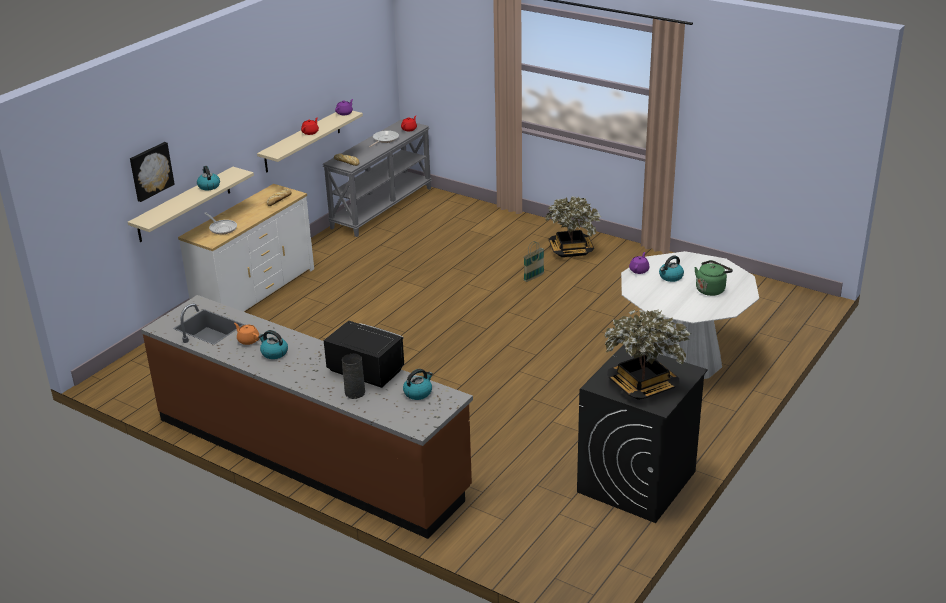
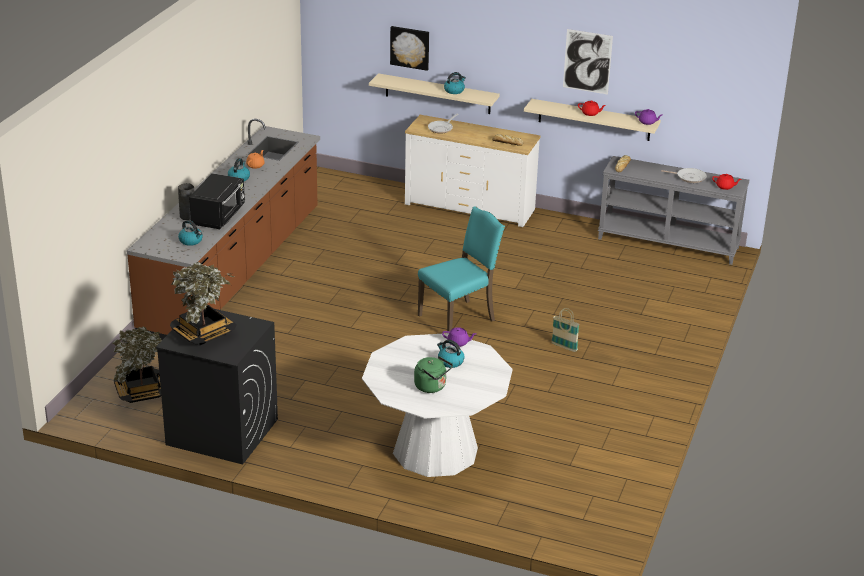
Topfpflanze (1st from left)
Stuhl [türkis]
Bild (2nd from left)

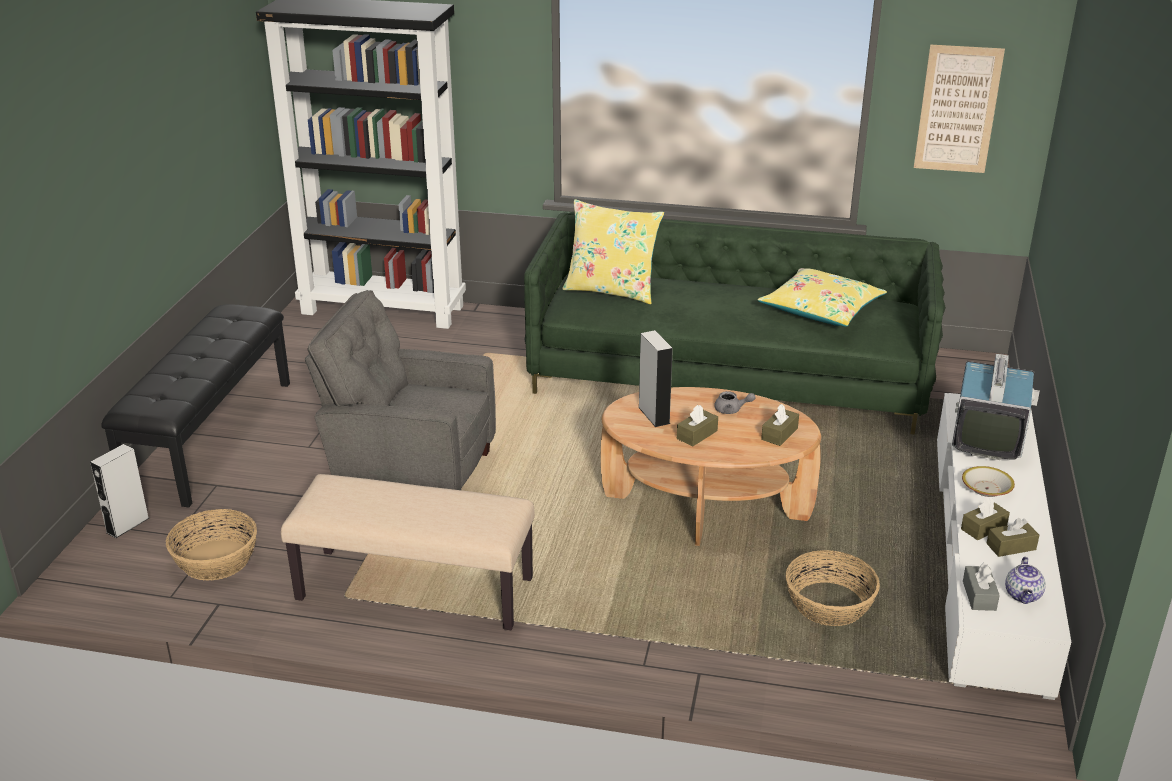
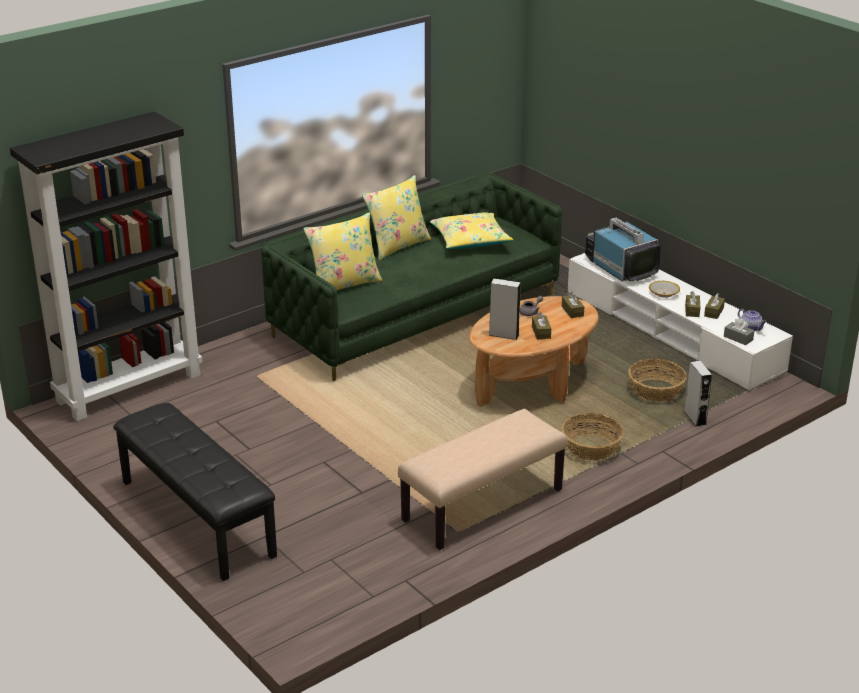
Kissen [gelb] (2nd from left)
Korb (1st from left)
Lautsprecher [grau] (2nd from left)
Sessel [grau]
Bild

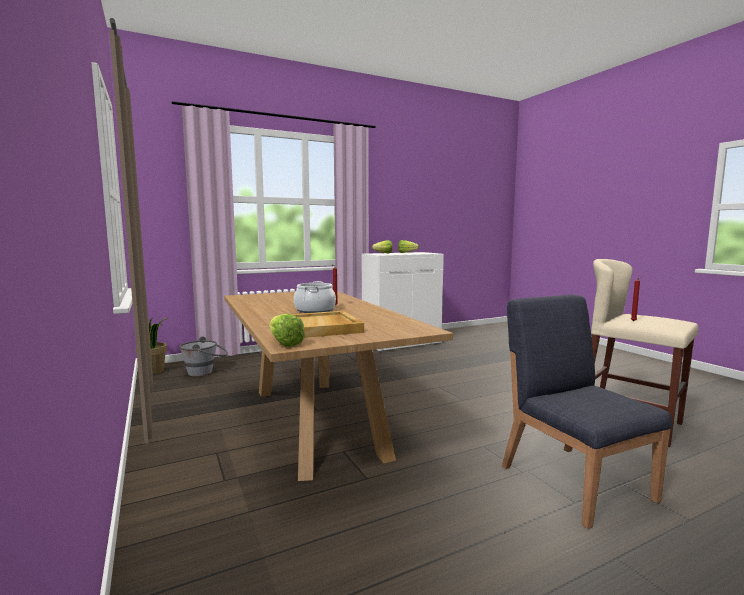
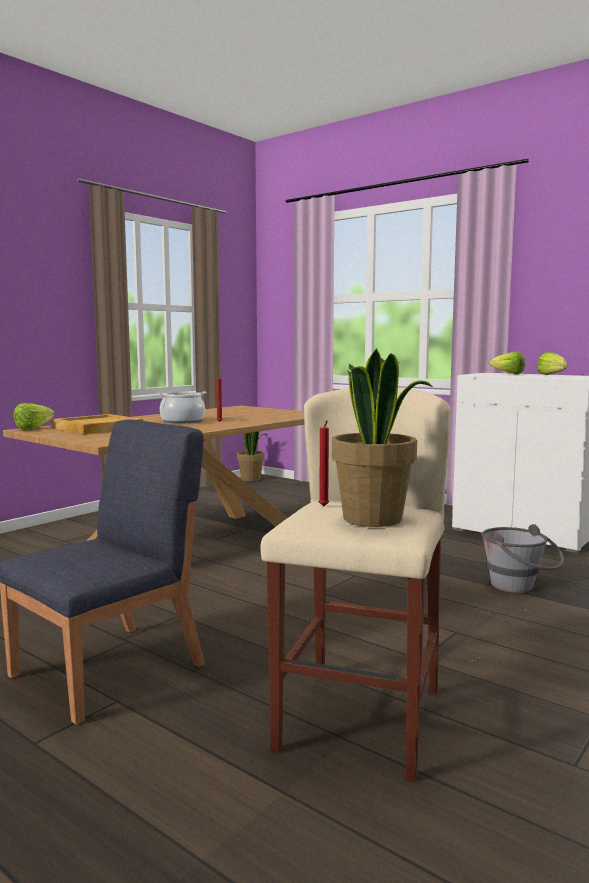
Topfpflanze (2nd from left)
Eimer [grau]

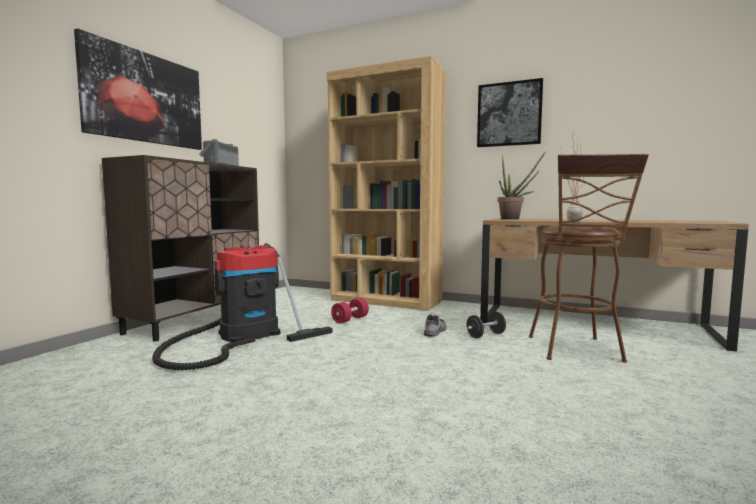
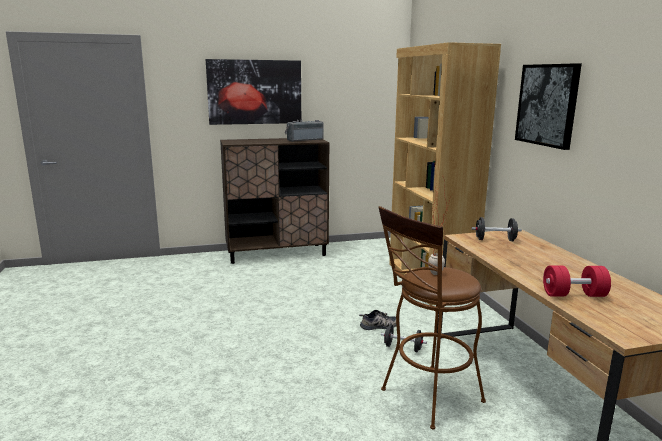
Hantel [schwarz] (2nd from left)
Hantel [rot]
Staubsauger

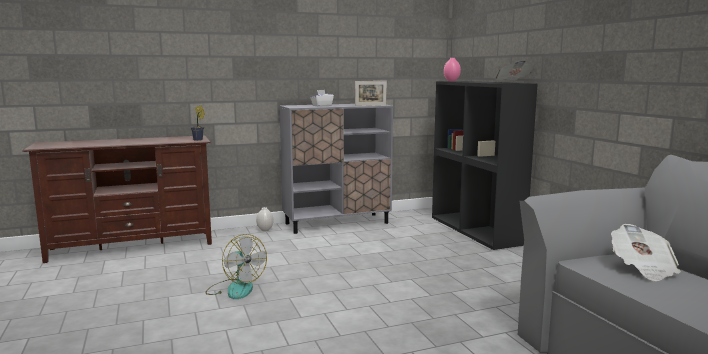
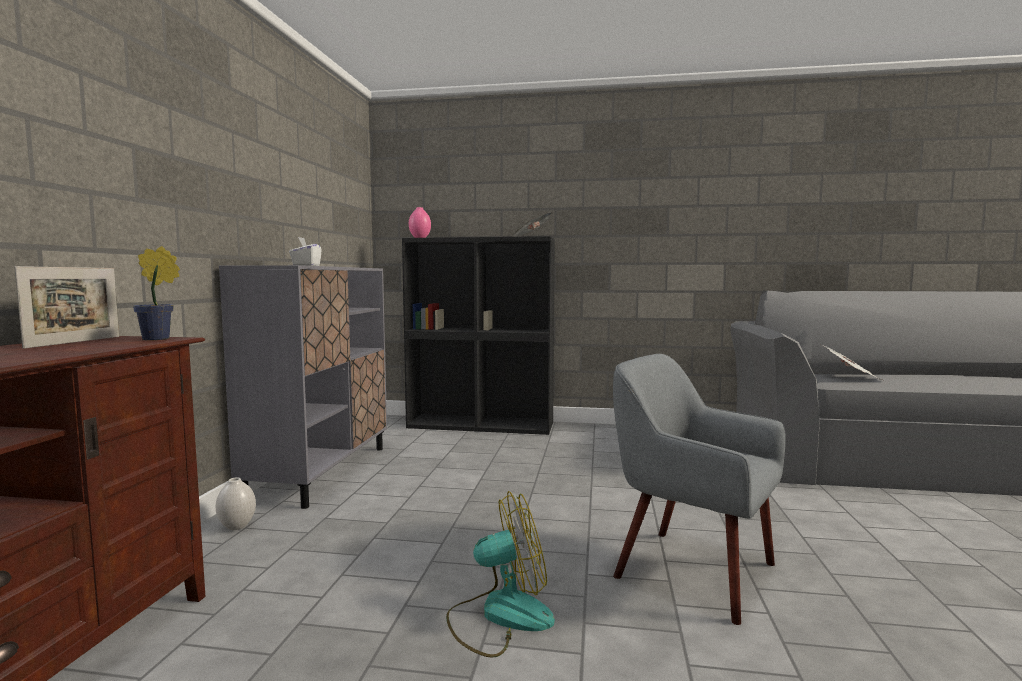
Bilderrahmen
Sessel [grau]

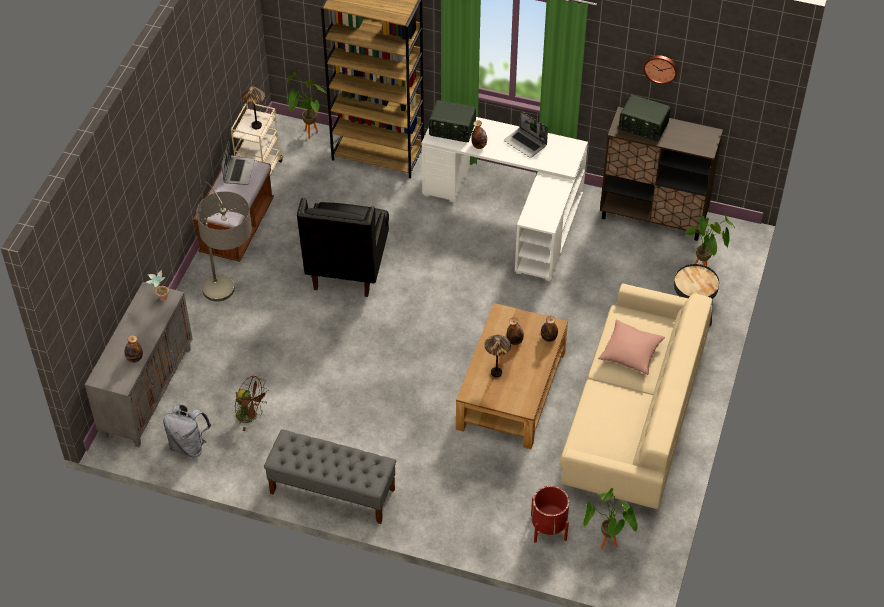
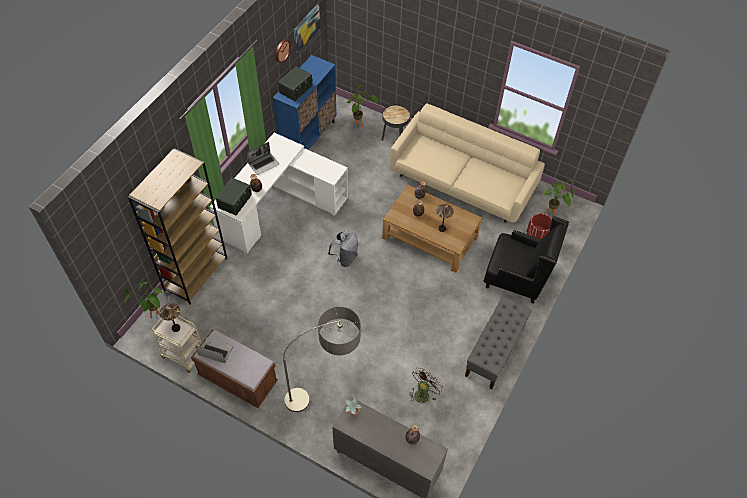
Schrank [blau]
Bild
Rucksack [grau]
Sessel [schwarz]
Kissen [rosa]

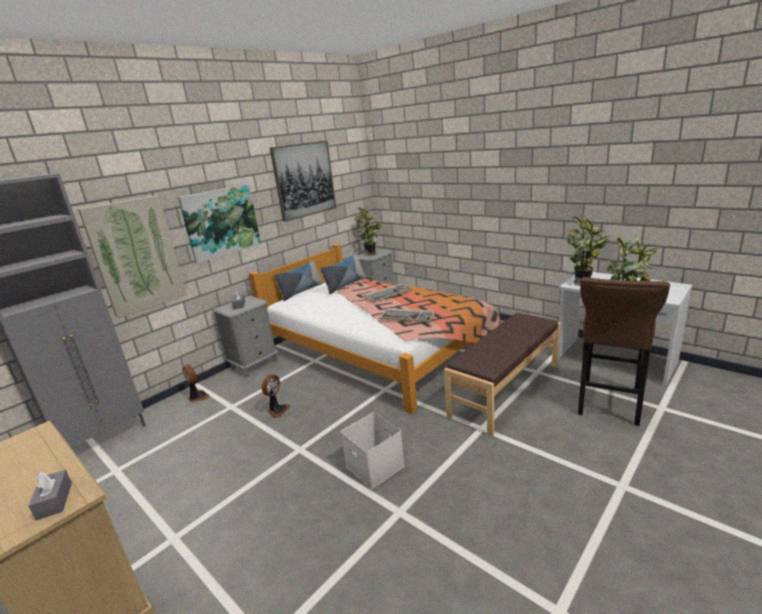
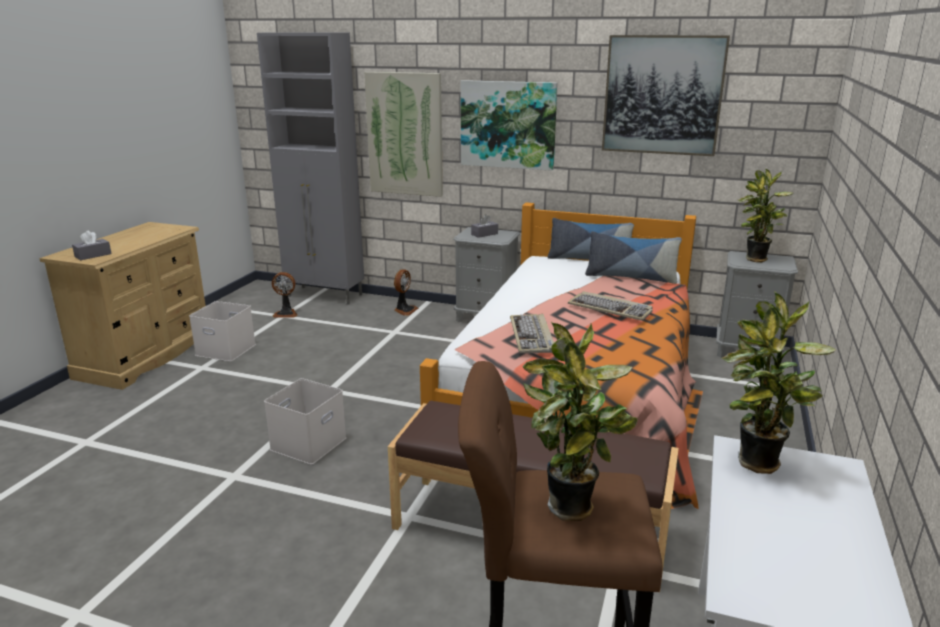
Aufbewahrungsbox [weiß] (1st from left)
Ventilator (1st from left)

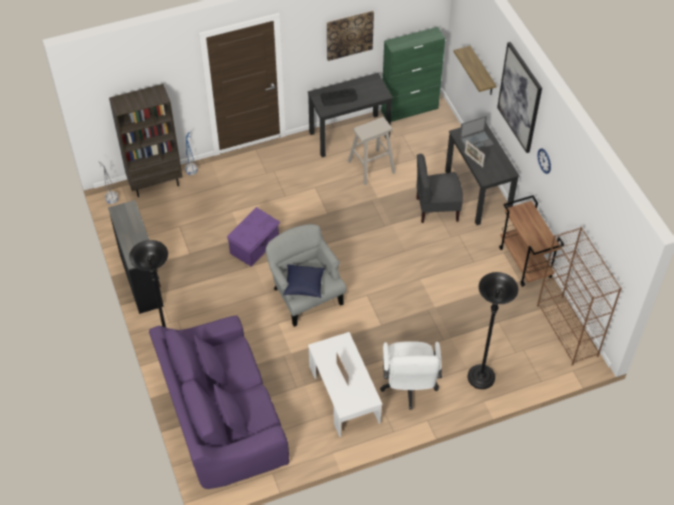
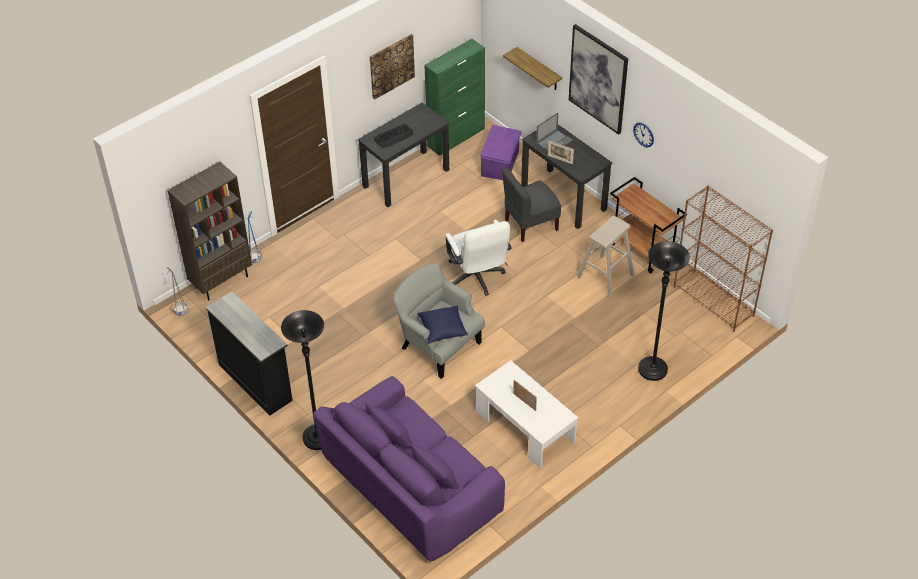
Bürostuhl [weiß]
Aufbewahrungsbox [lila]
Hocker [beige]

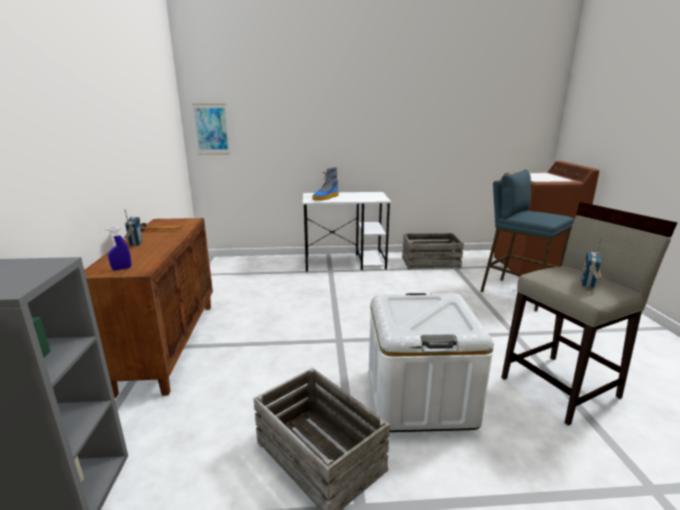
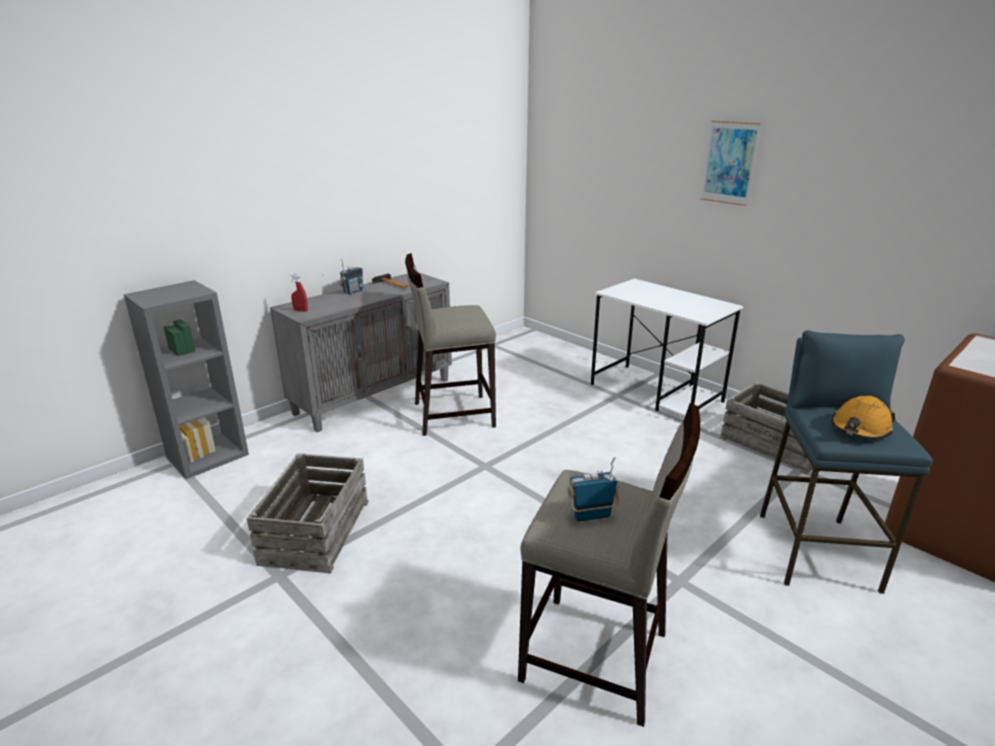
Schrank [grau]
Sprühflasche [rot]
Hocker [beige] (1st from left)
Bild
Schutzhelm [orange]
Stiefel
Aufbewahrungsbox [weiß]

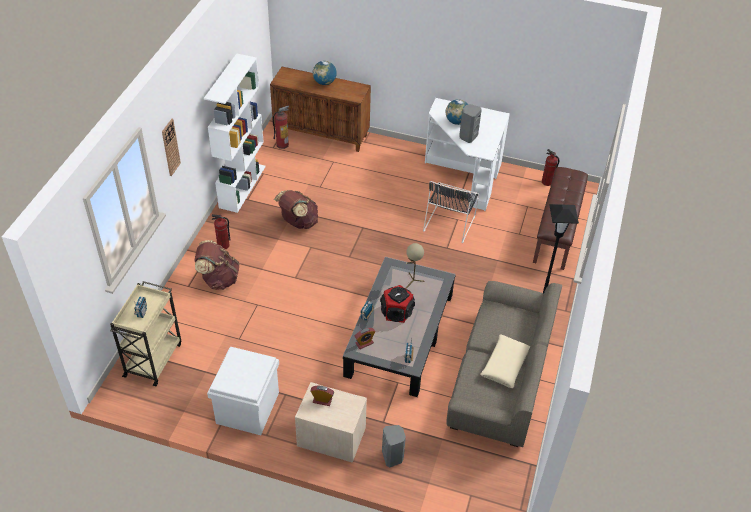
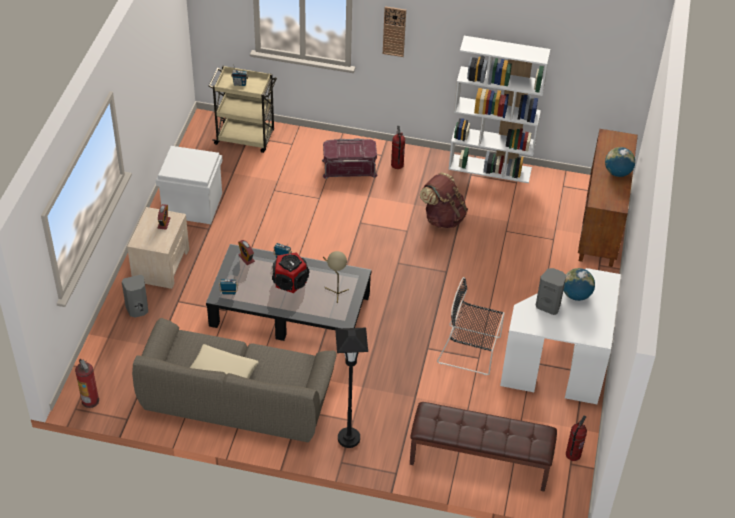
Feuerlöscher (1st from left)
Aufbewahrungsbox [rot]

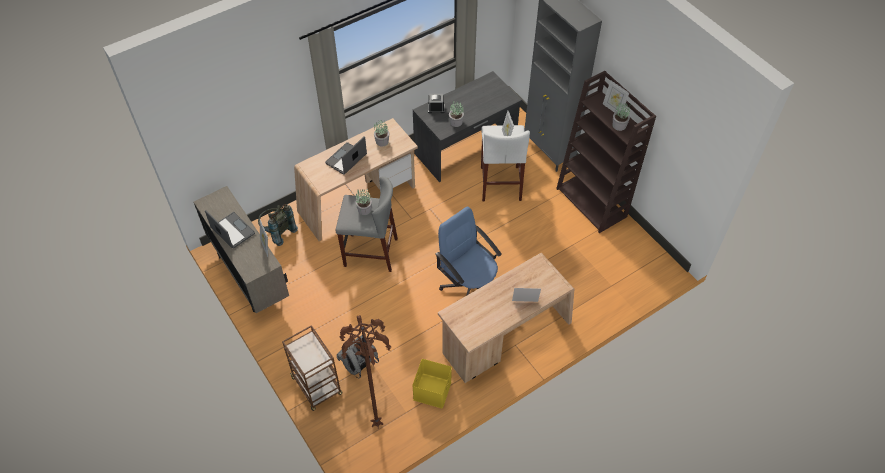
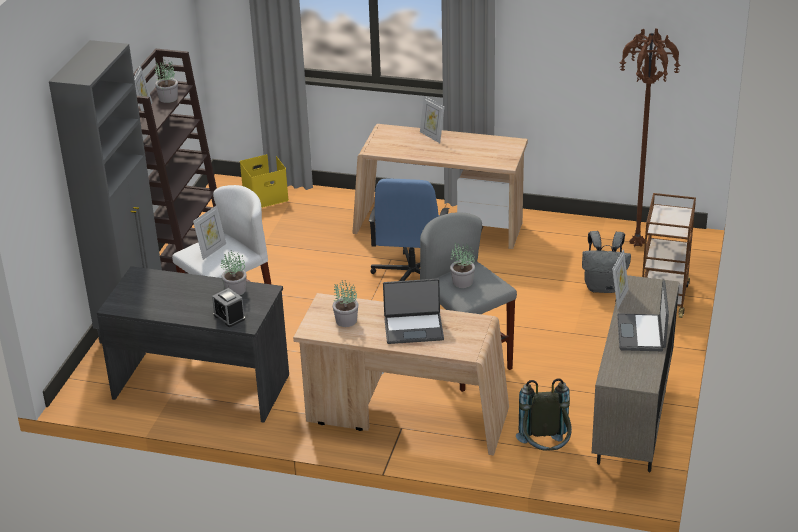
Aufbewahrungsbox [gelb]

